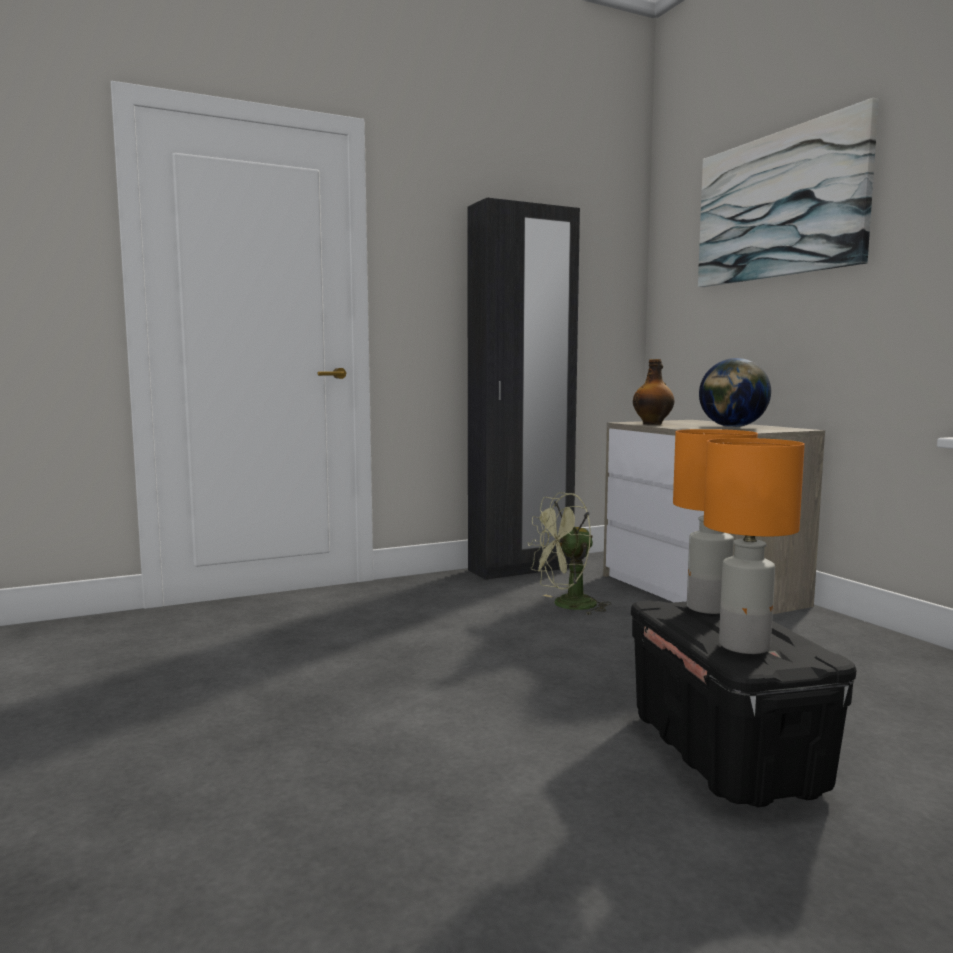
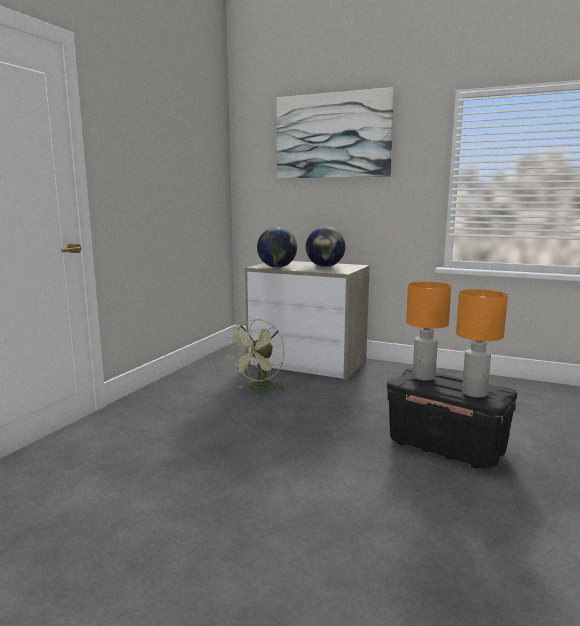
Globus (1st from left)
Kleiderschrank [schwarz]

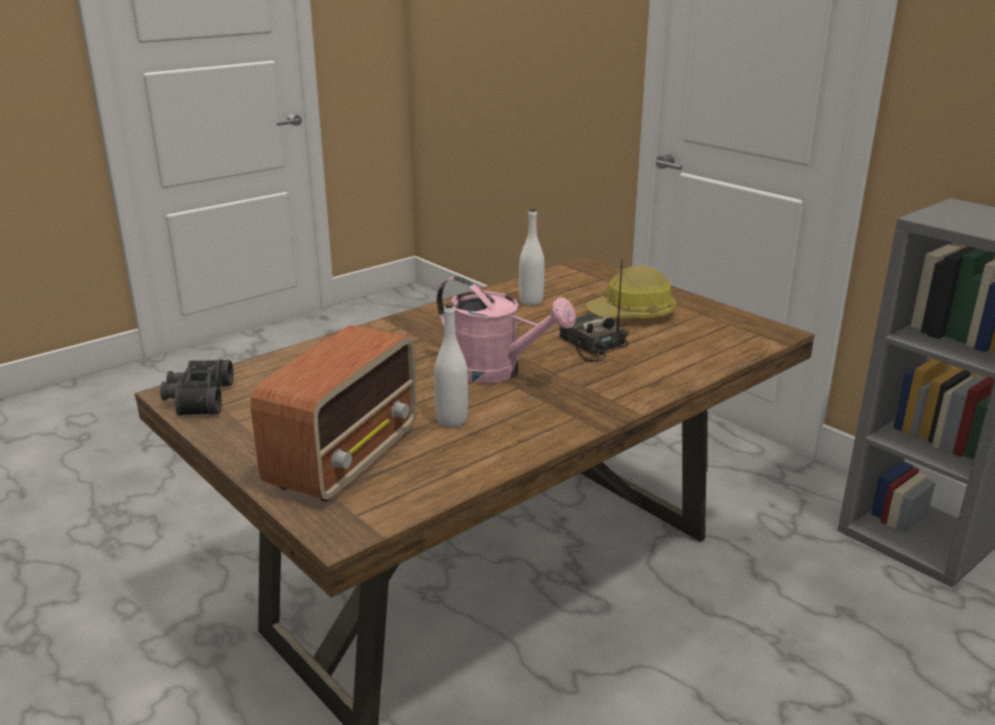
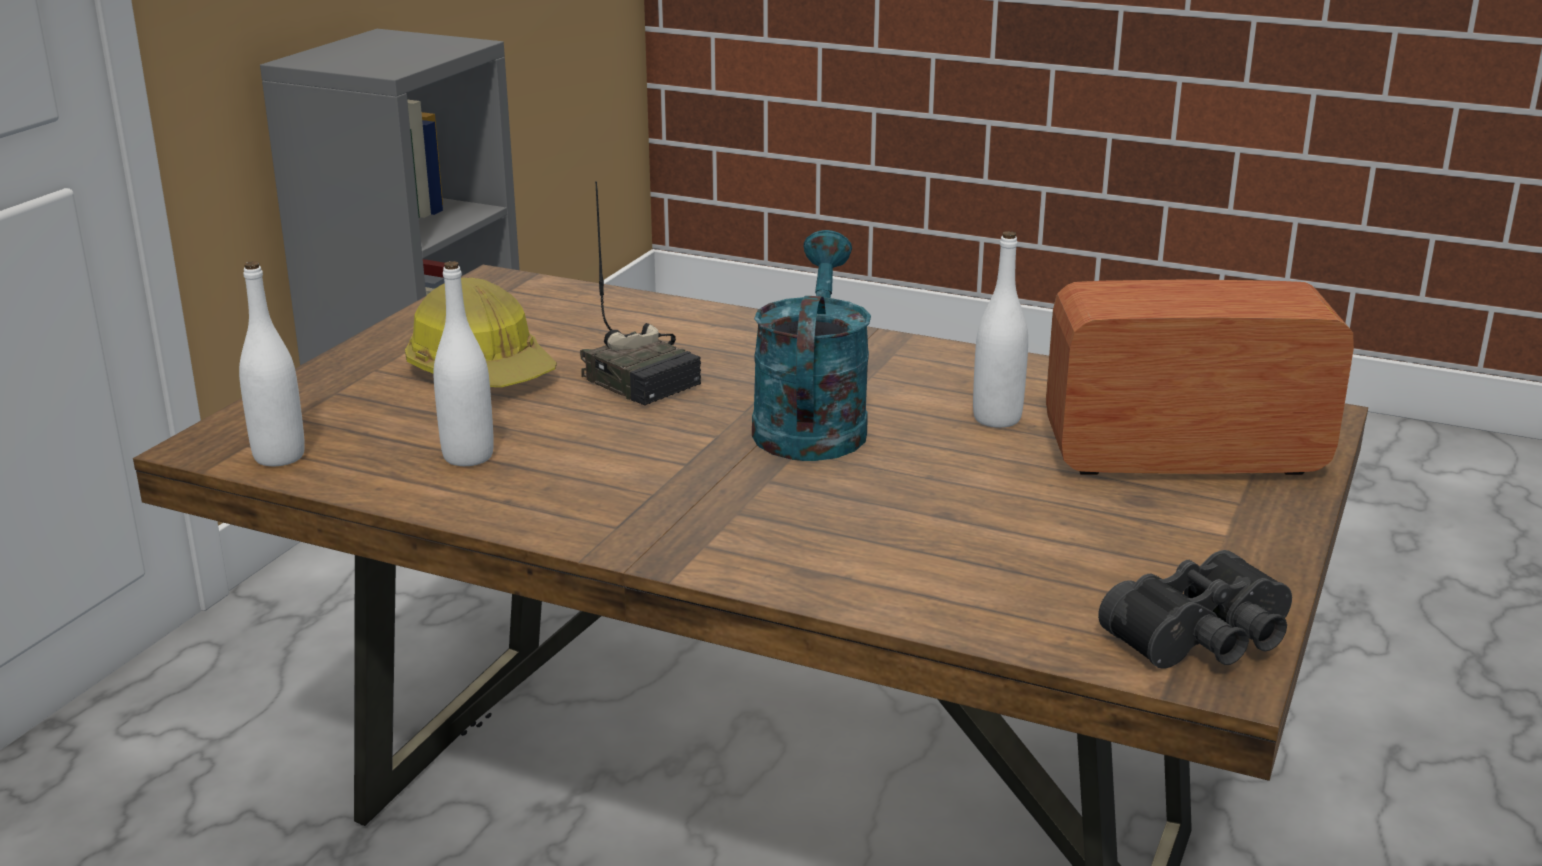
Flasche [weiß] (1st from left)
Radio (1st from left)
Gießkanne [türkis]

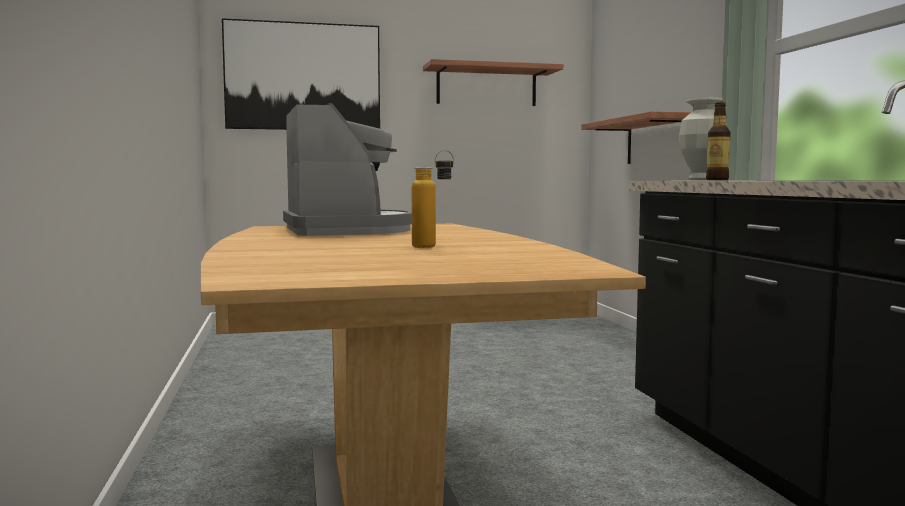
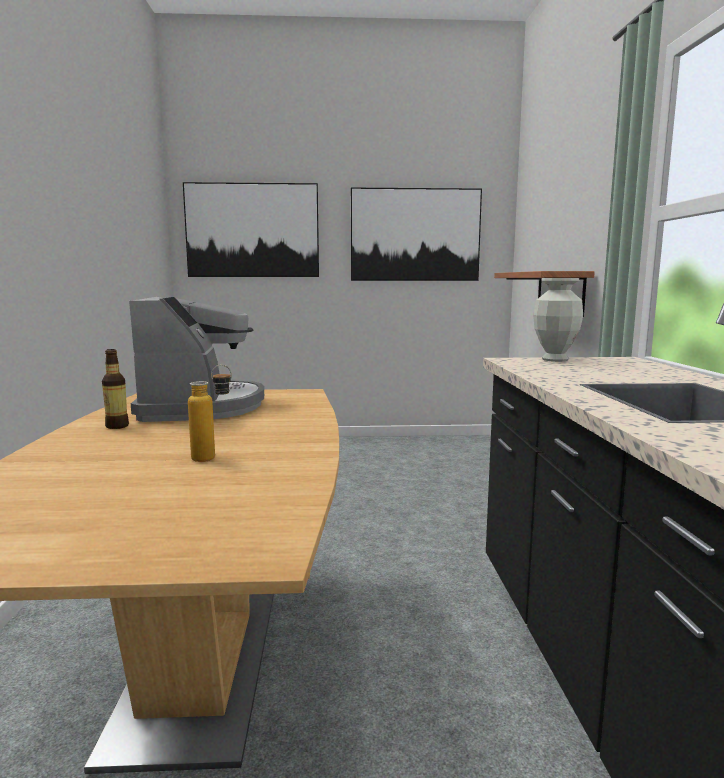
Flasche (1st from left)
Bild (2nd from left)

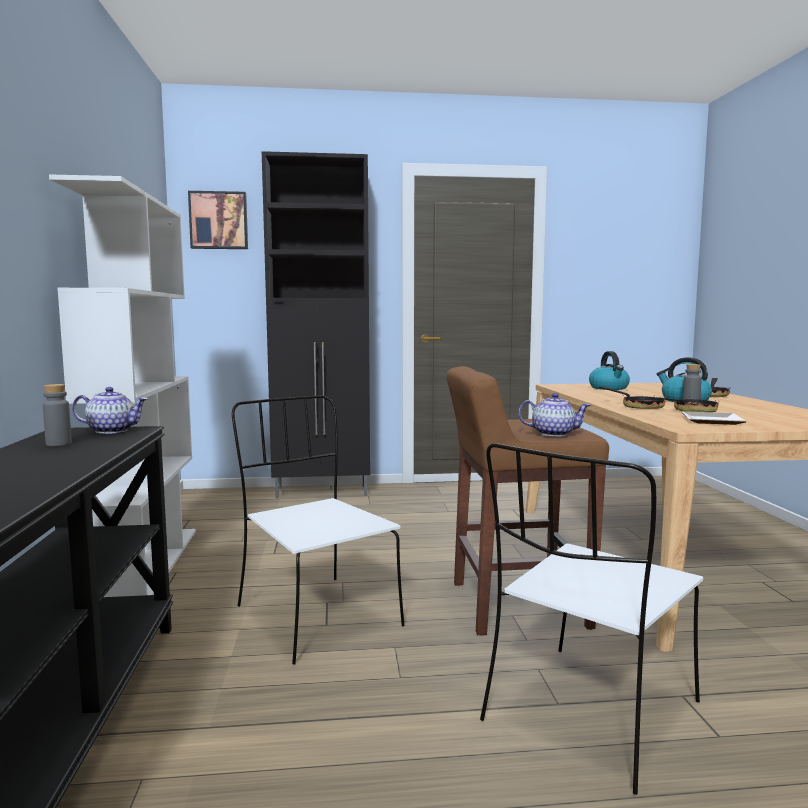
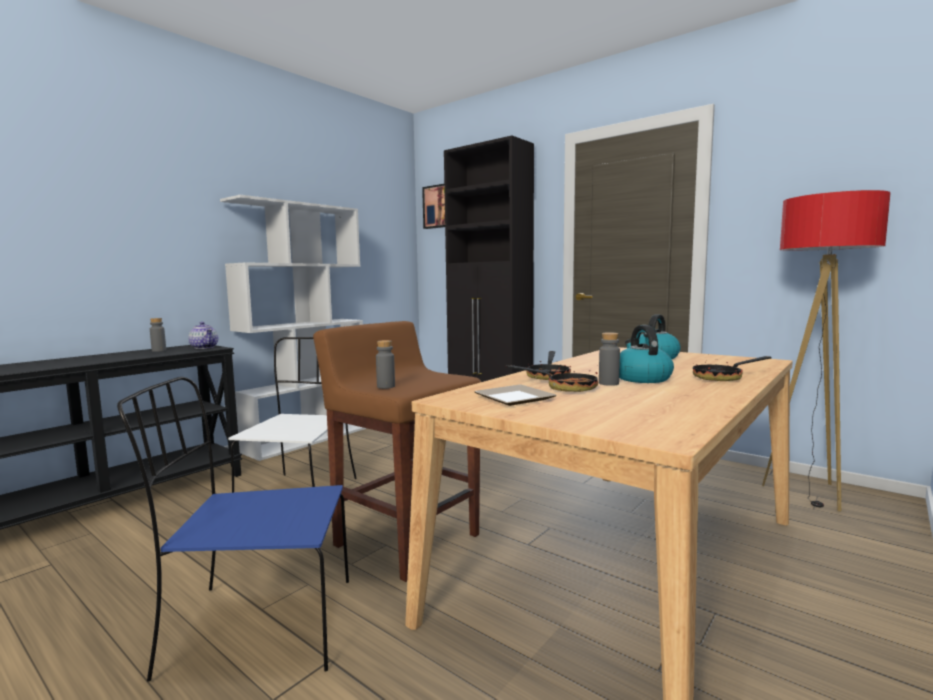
Stuhl [blau]
Flasche [grau] (2nd from left)
Stehlampe

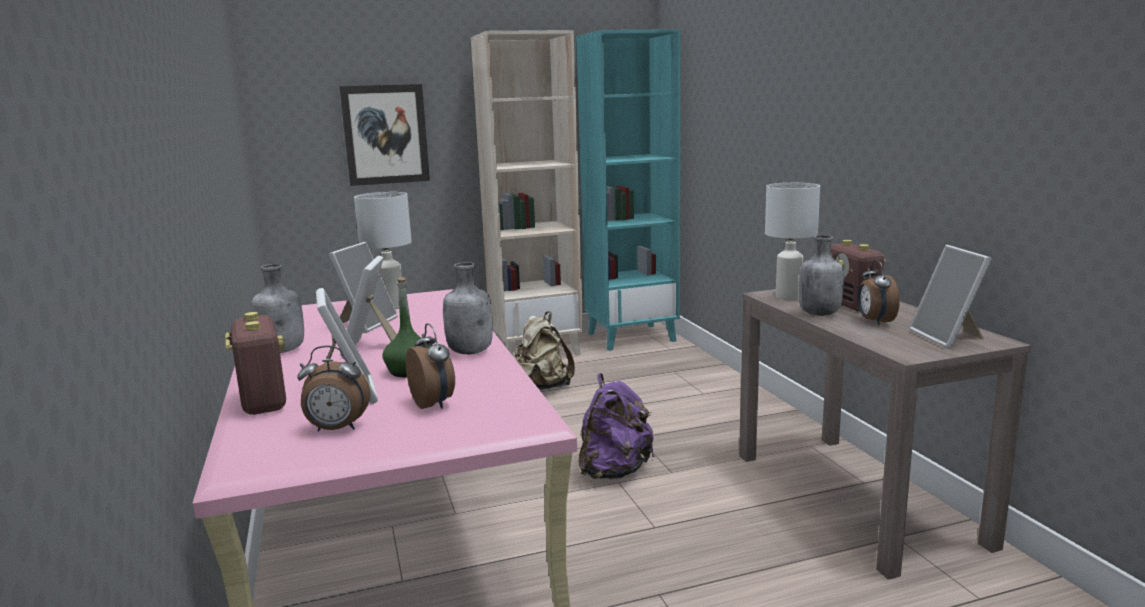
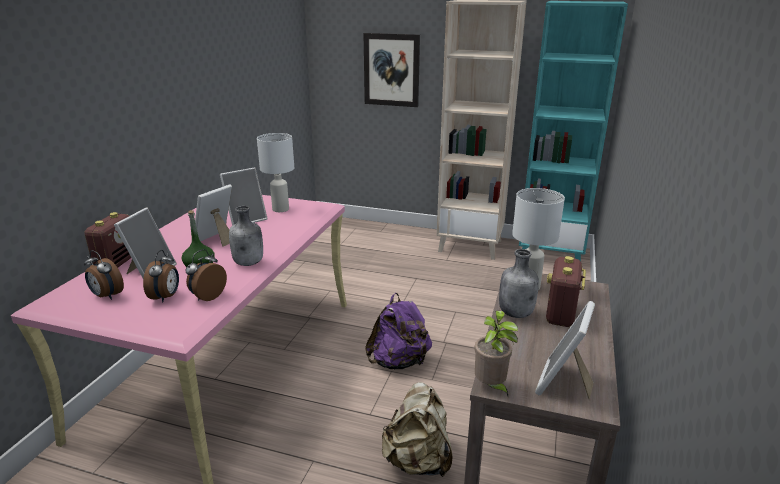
Wecker (3rd from left)
Rucksack [beige]
Topfpflanze
Flasche [grau] (1st from left in the first image)

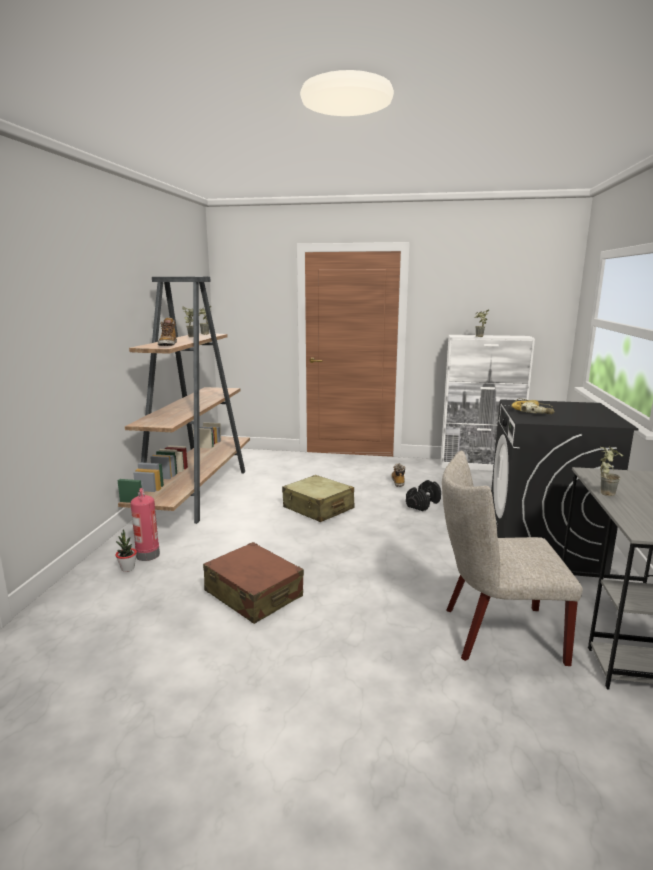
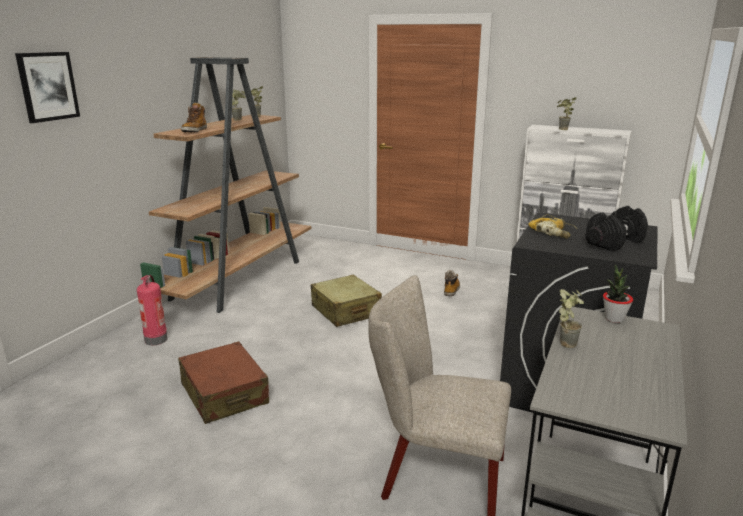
Bild
Hantel [schwarz]
Topfpflanze (5th from left)

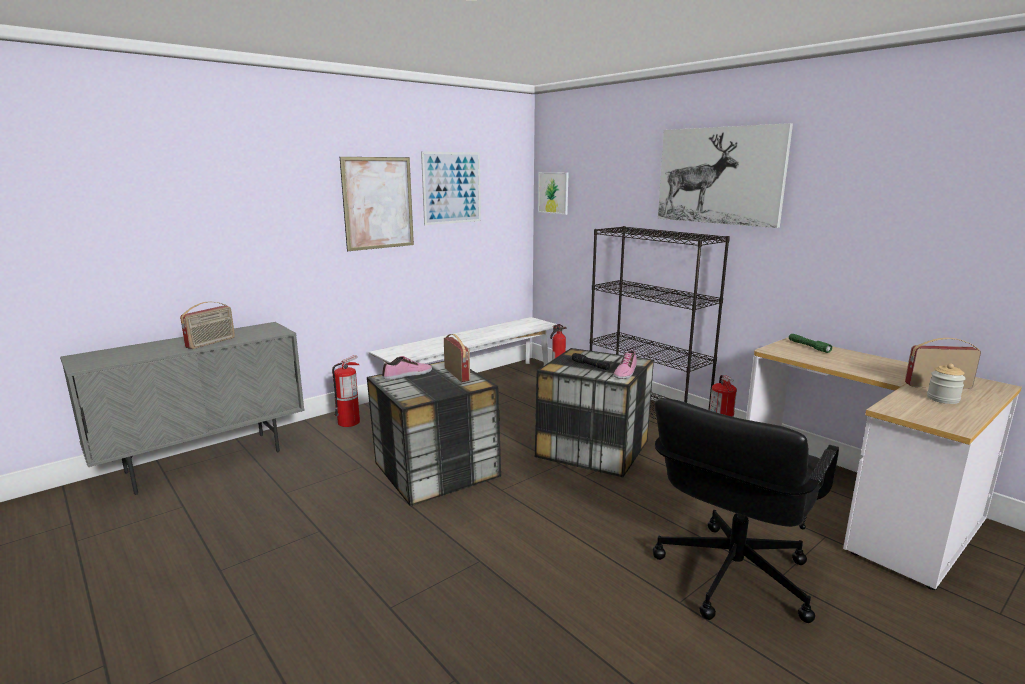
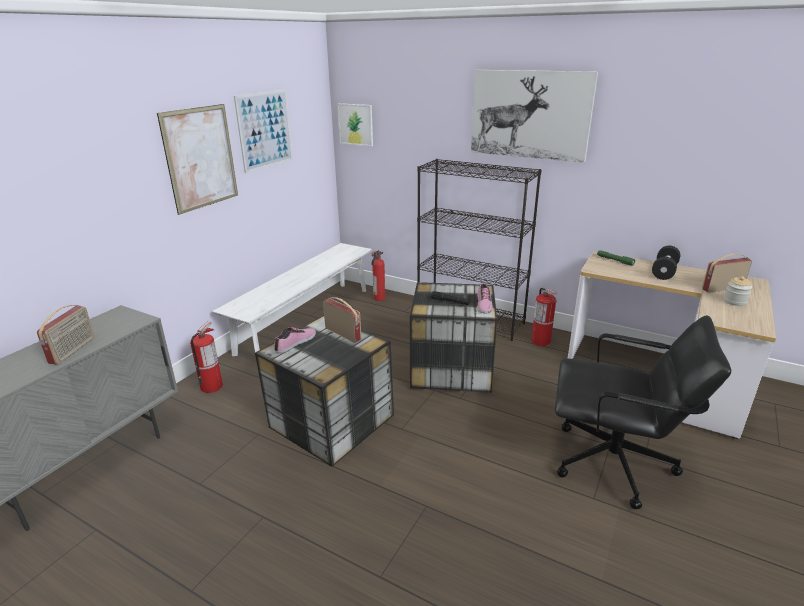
Bürostuhl [schwarz]
Hantel [schwarz]

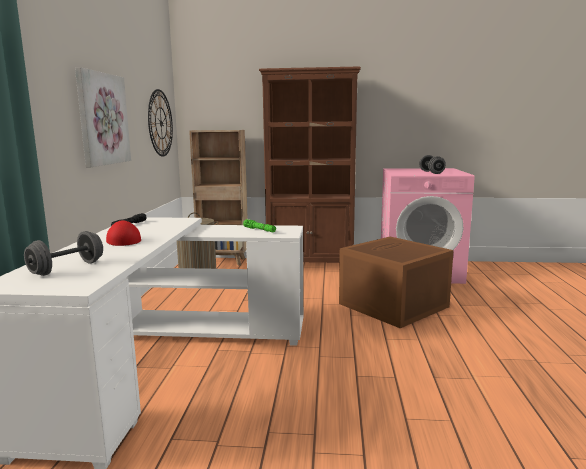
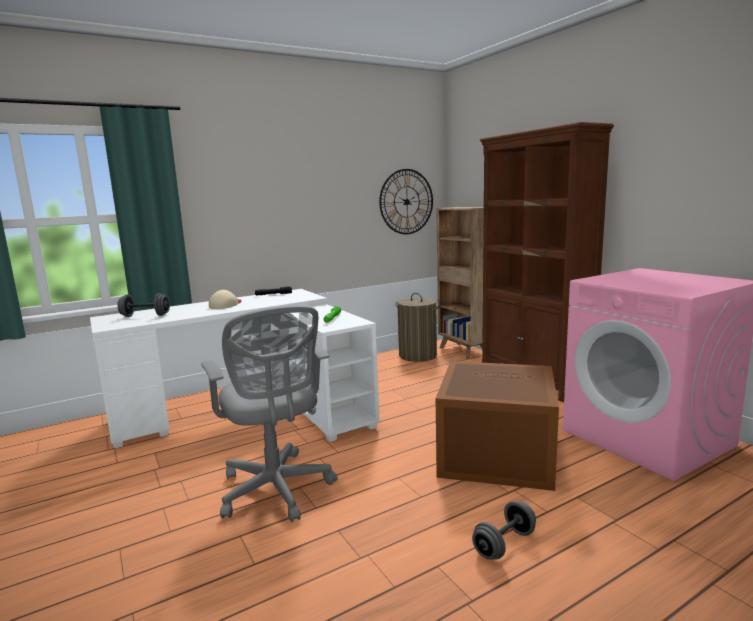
Bürostuhl [grau]
Kappe [beige]
Hantel [grau] (2nd from left)
Bild

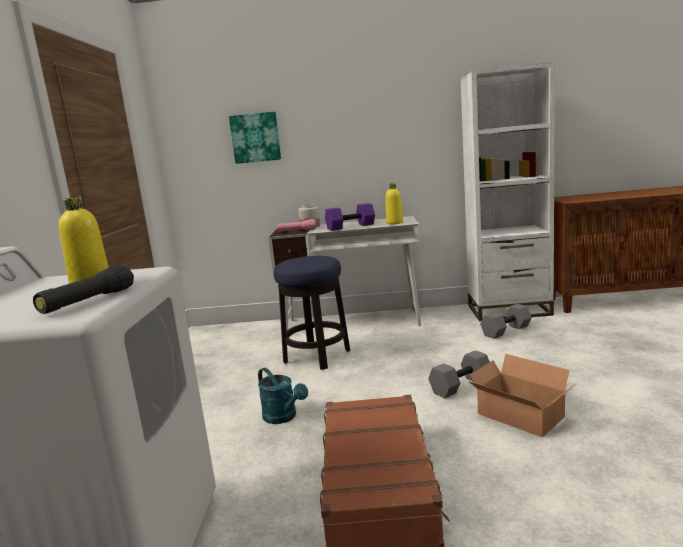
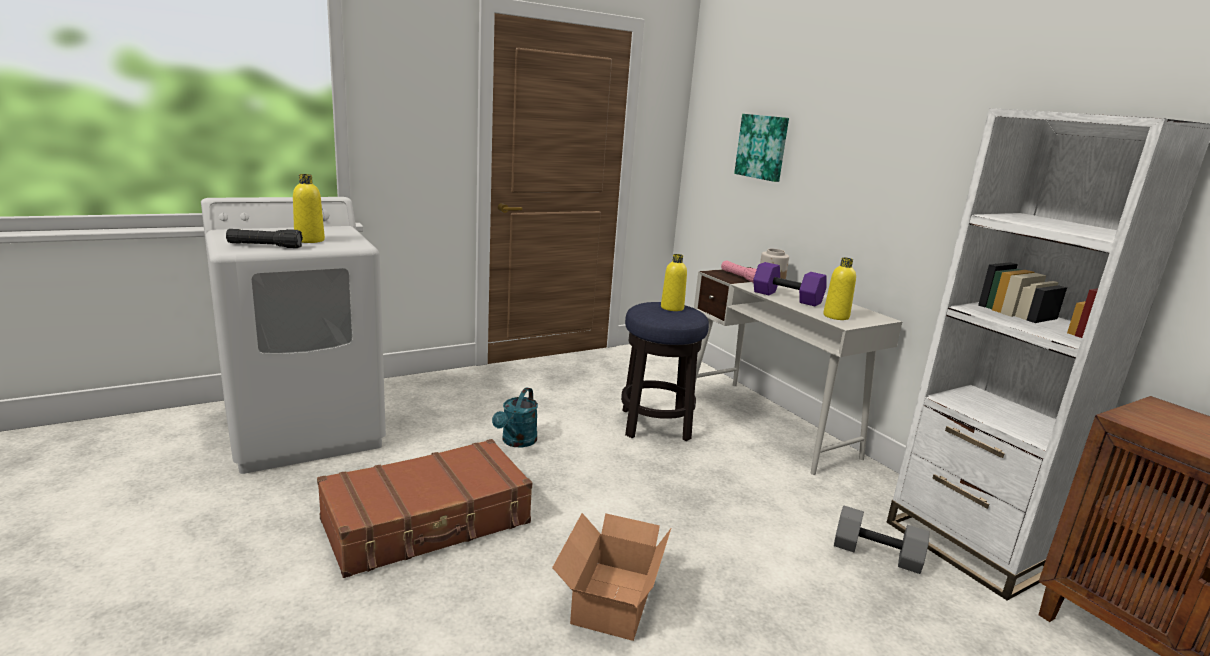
Flasche [gelb] (2nd from left)
Hantel [grau] (1st from left in the first image)

